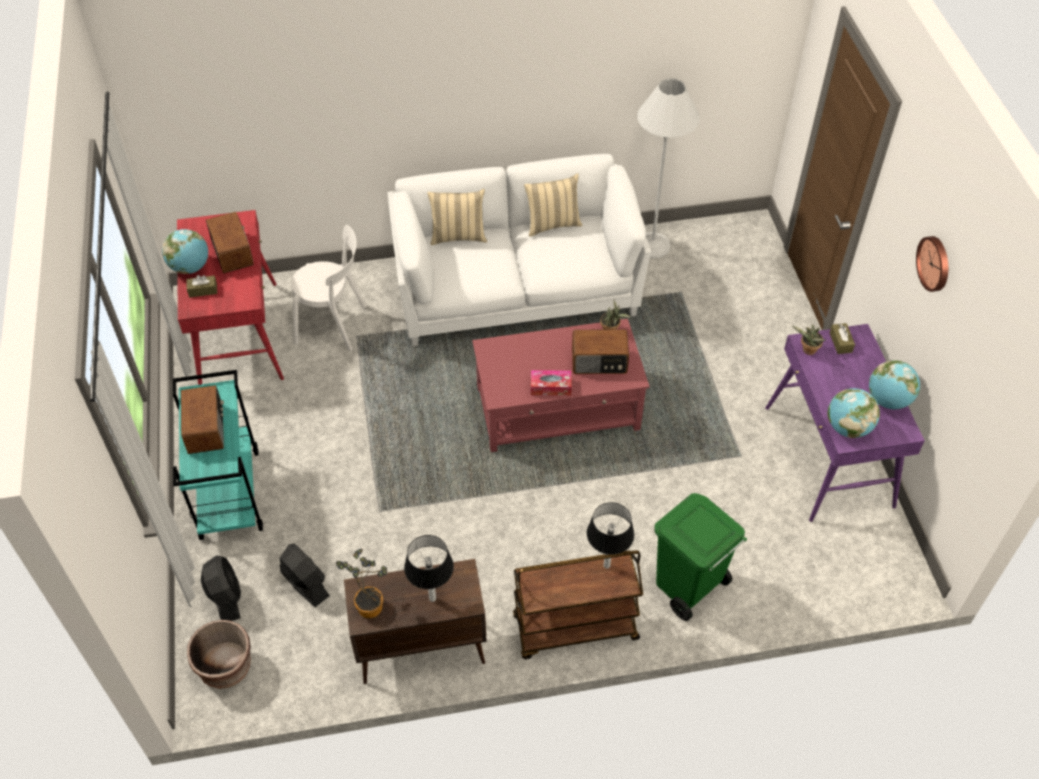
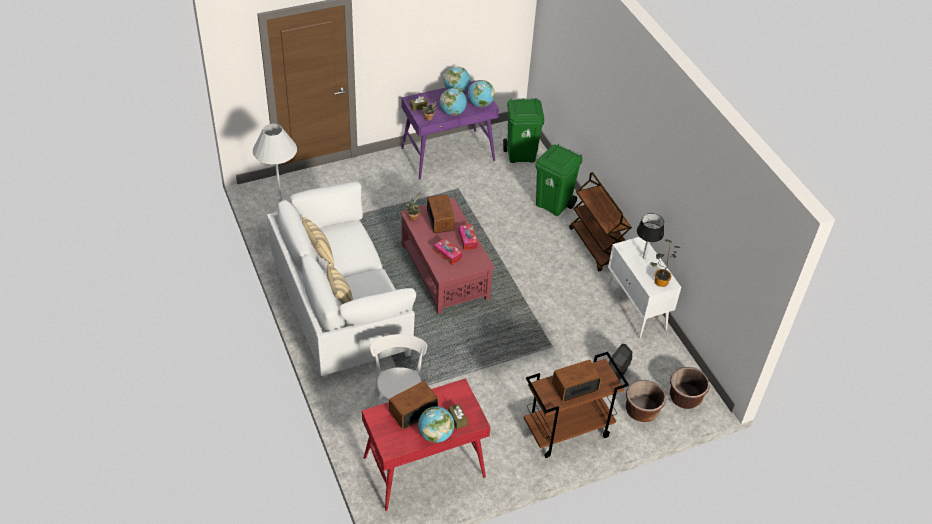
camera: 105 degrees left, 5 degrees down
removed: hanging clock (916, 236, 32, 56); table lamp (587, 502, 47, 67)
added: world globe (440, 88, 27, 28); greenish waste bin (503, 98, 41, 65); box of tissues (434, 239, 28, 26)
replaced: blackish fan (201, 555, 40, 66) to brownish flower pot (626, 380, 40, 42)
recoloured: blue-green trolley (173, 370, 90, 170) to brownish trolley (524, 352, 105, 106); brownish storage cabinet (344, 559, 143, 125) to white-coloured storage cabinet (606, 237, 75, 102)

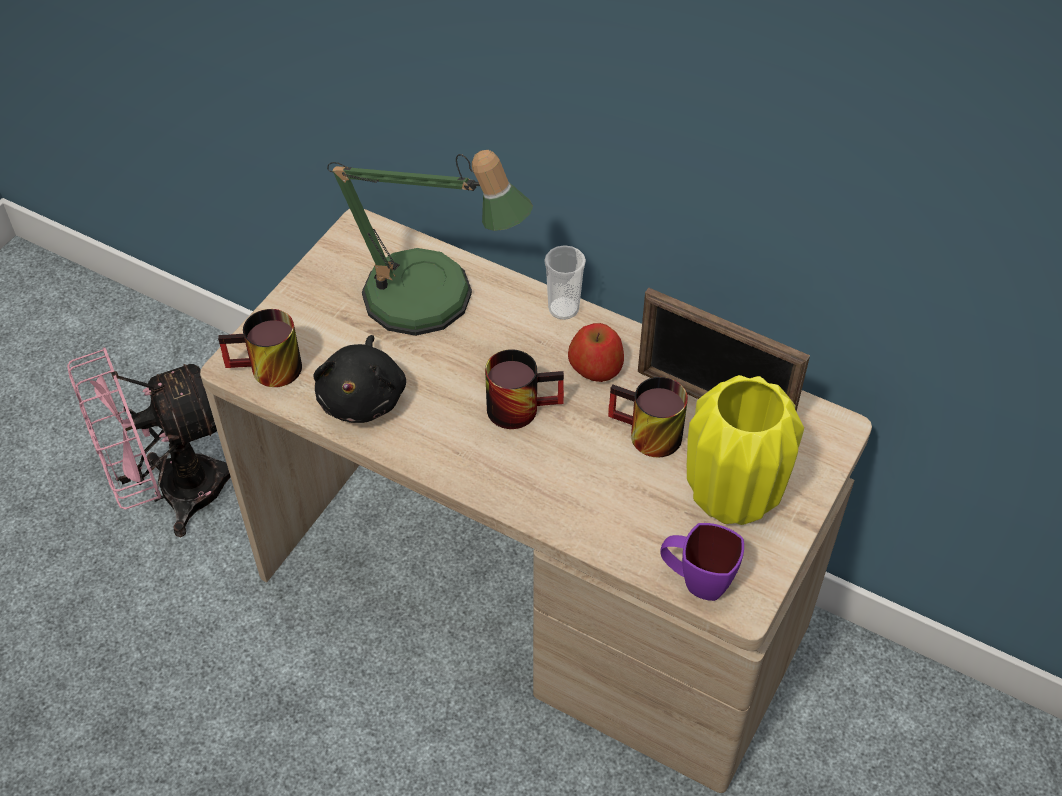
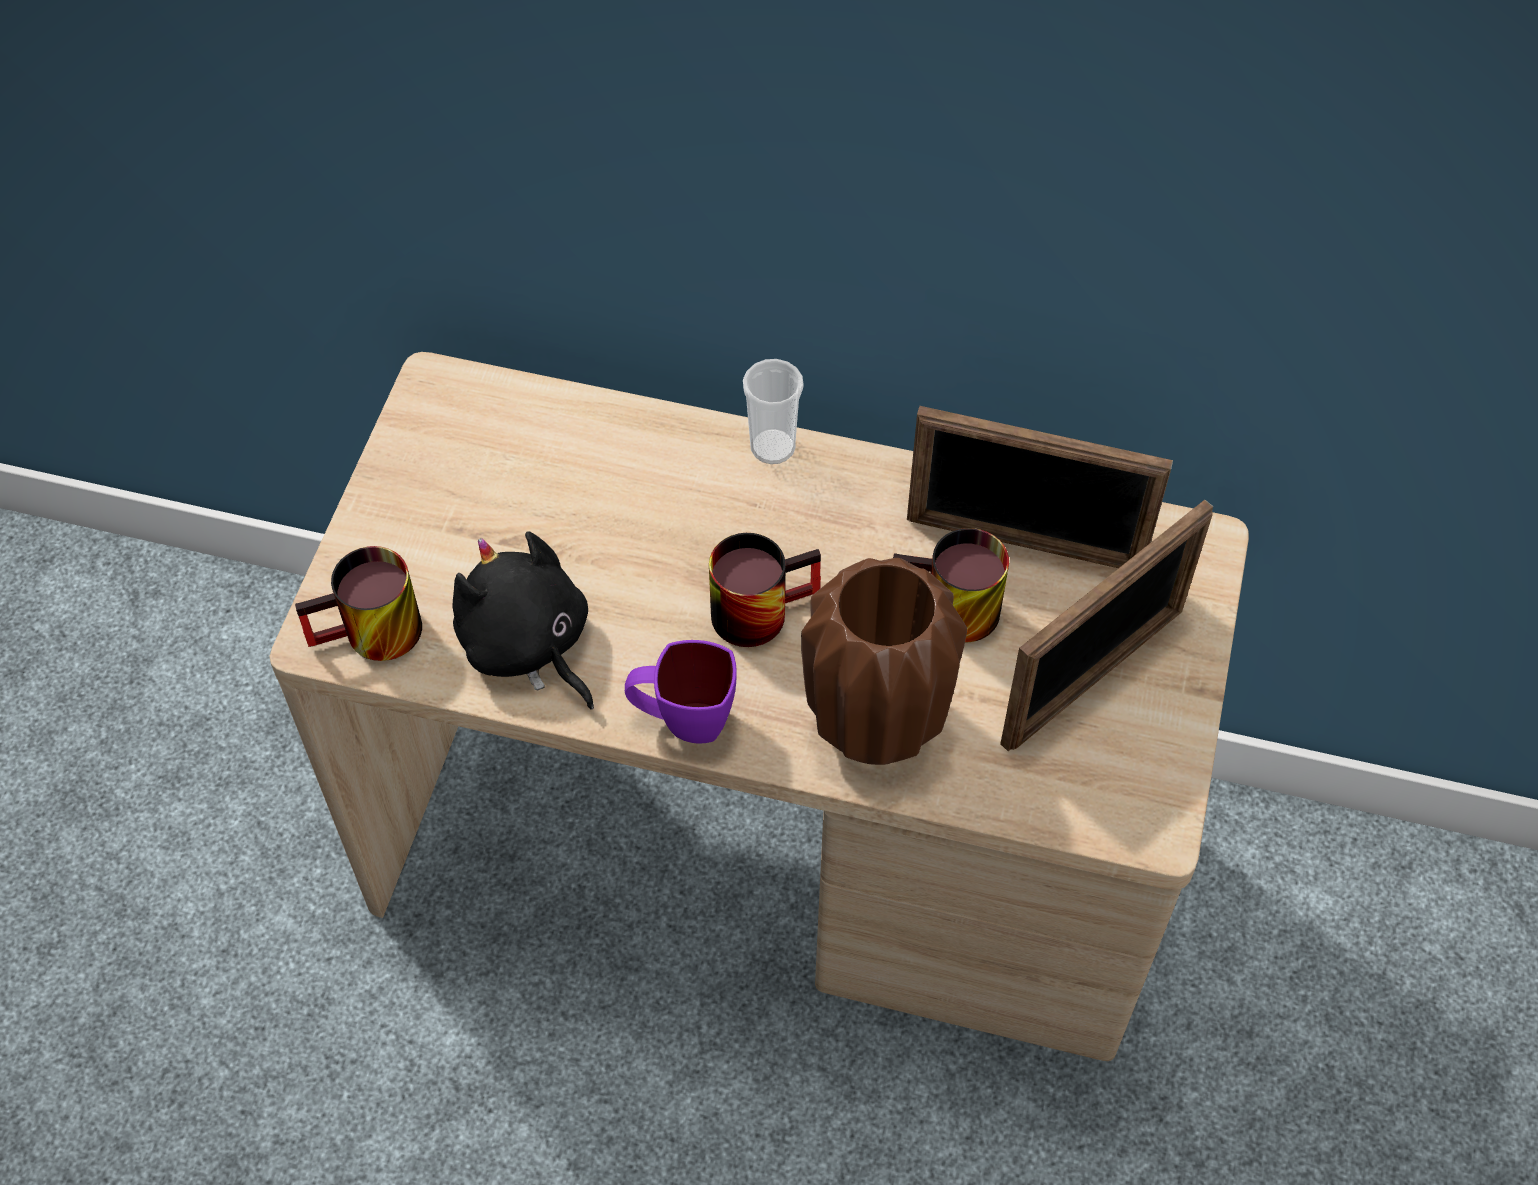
camera: 15 degrees left, 5 degrees up
removed: table lamp (327, 150, 206, 186); apple (568, 323, 56, 59); pink fan (67, 347, 164, 190)
added: brownish vase (801, 558, 166, 207)
moved: purplish tea mug (660, 523, 84, 78) to (625, 640, 112, 103)
replaced: yellowish vase (687, 375, 117, 150) to photo frame (1000, 500, 213, 251)
turned: blackish soft toy (313, 335, 93, 88) = (453, 531, 141, 179) 150 degrees clockwise

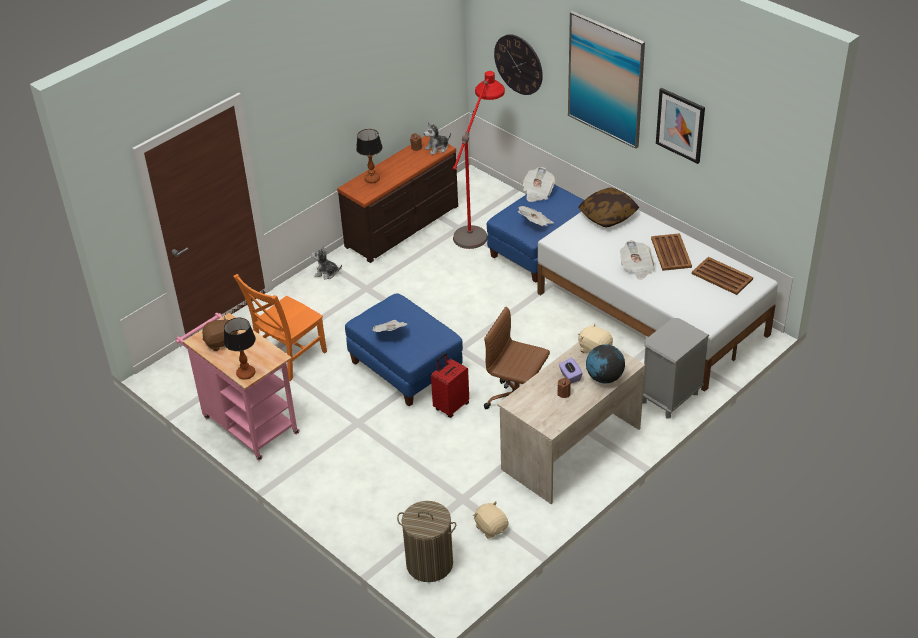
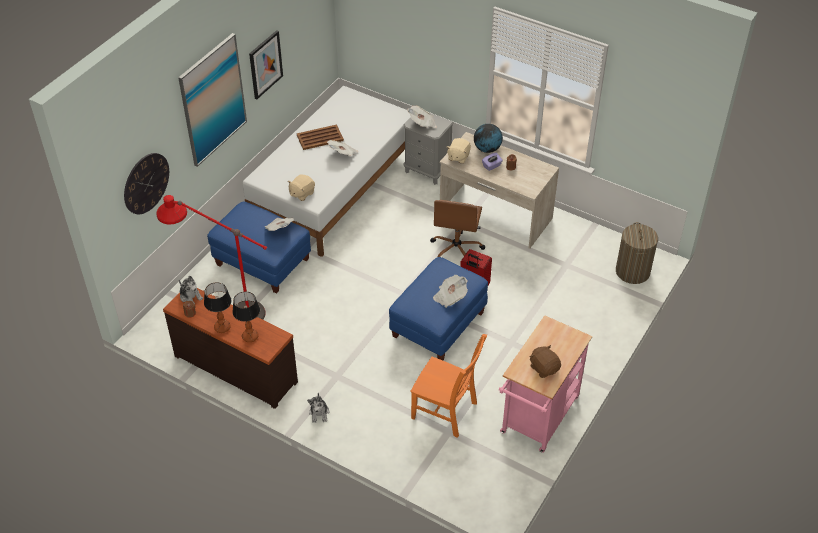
camera: 105 degrees left, 5 degrees up
removed: pillow (578, 187, 61, 40); brownish carrying tray (692, 257, 61, 38)
moved: newspaper (522, 167, 33, 35) to (407, 106, 30, 22); table lamp (224, 318, 32, 62) to (204, 282, 27, 51); beige-coloured soft toy (473, 501, 36, 37) to (288, 174, 27, 27)

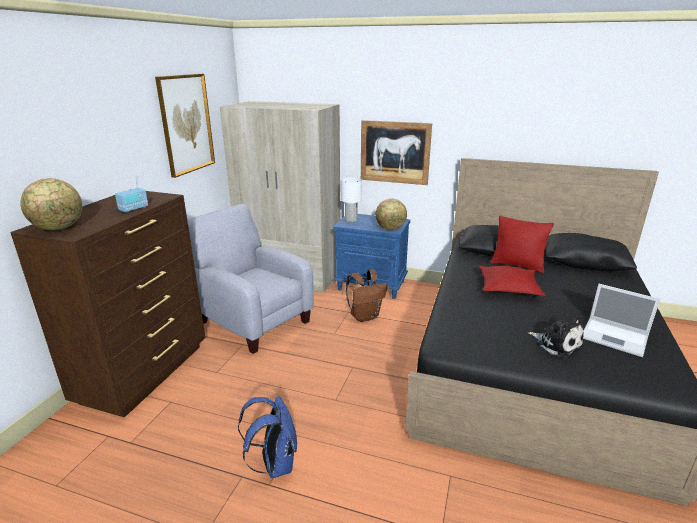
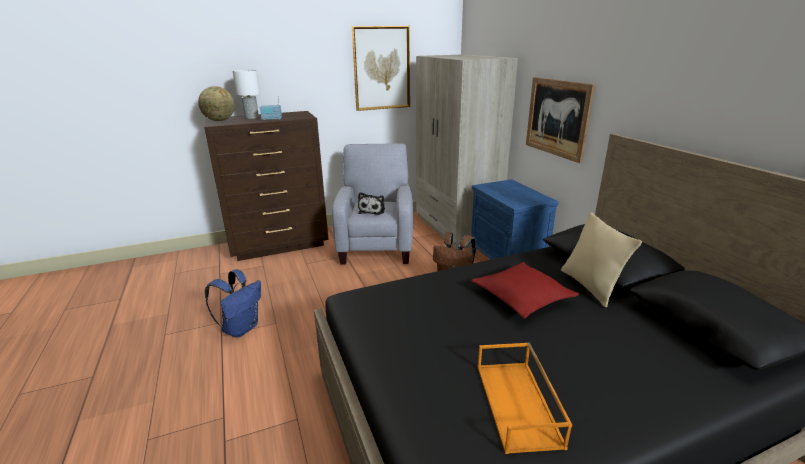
camera: 50 degrees right, 0 degrees up
removed: world globe (375, 199, 32, 31)
moved: white-coloured table lamp (341, 177, 21, 45) to (233, 70, 27, 49); soft toy (528, 316, 56, 42) to (358, 192, 27, 23)
replaced: portable computer (583, 284, 77, 73) to orange-coloured carrying tray (478, 342, 94, 112)
recoloured: red-coloured pillow (490, 215, 64, 58) to beige-coloured pillow (561, 212, 81, 96)

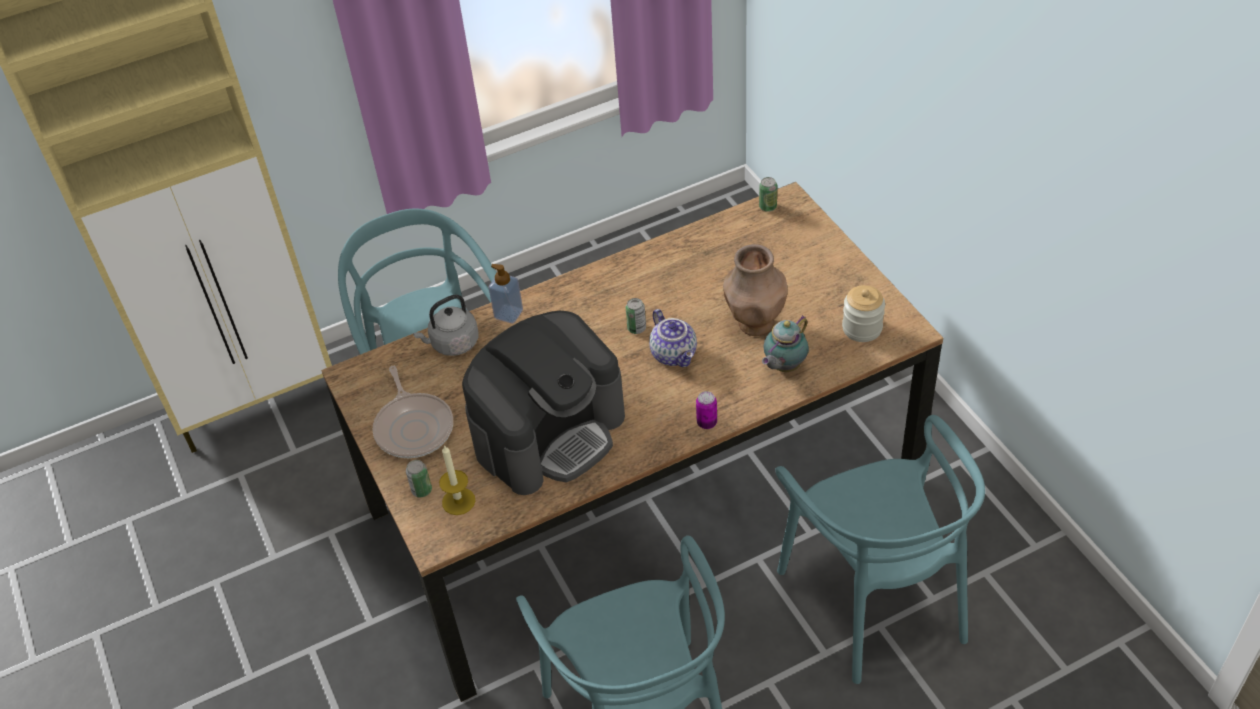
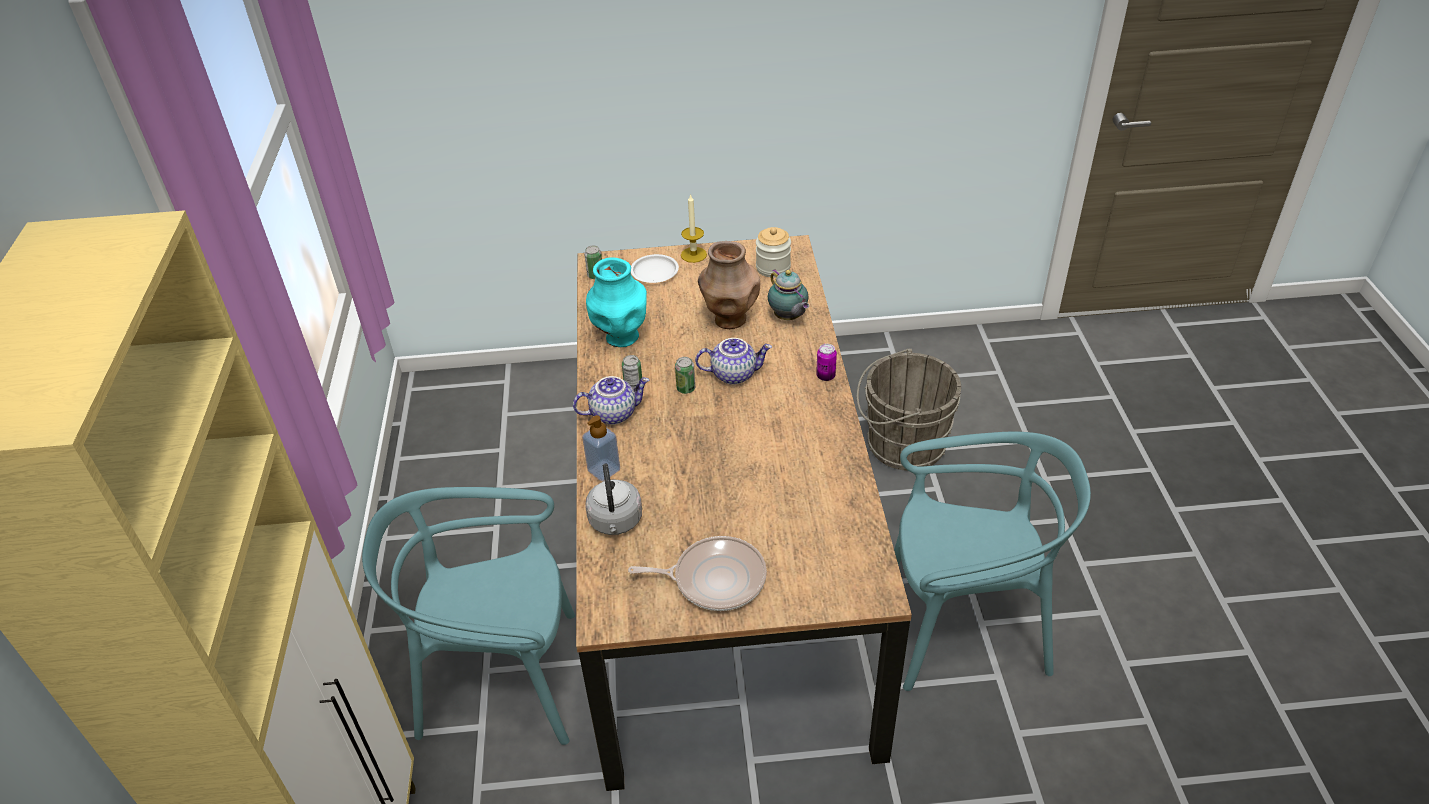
camera: 70 degrees left, 5 degrees down
removed: coffee brewer (462, 311, 163, 184)
added: white-coloured dinner plate (631, 254, 48, 29); blue-green vase (586, 257, 61, 90); tea pot (573, 376, 76, 49)
moved: candle (439, 445, 36, 70) to (681, 194, 26, 69); sealed can (406, 460, 26, 37) to (622, 355, 20, 33)
replaced: blue-green plain chair (775, 415, 210, 269) to gray pail (857, 349, 104, 122)

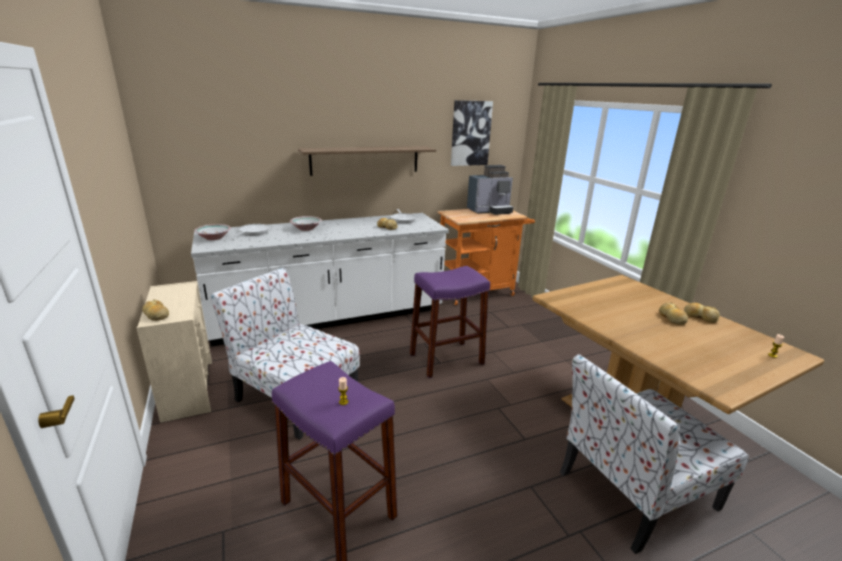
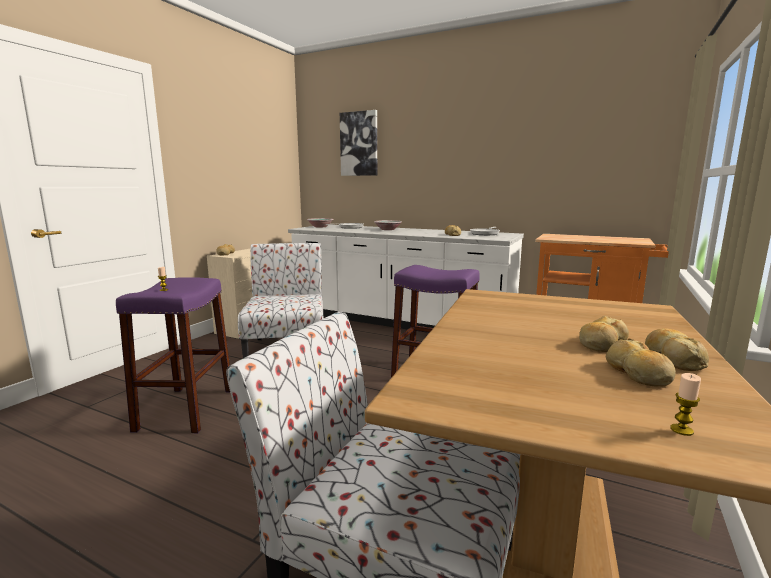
camera: 50 degrees right, 10 degrees down
removed: shelf (298, 146, 138, 30); coffee brewer (467, 165, 46, 50)
added: bread (606, 338, 70, 49)
moved: wall art (451, 100, 42, 66) to (340, 110, 37, 66)

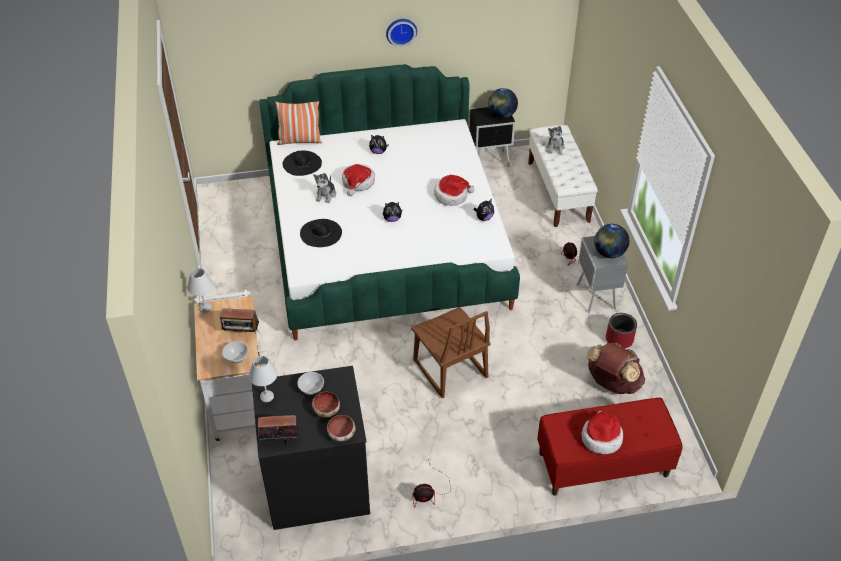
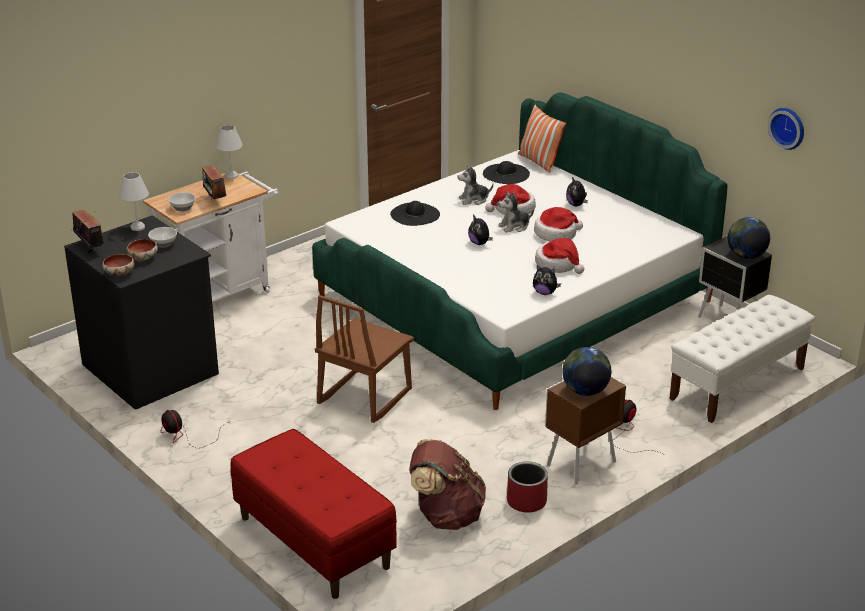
camera: 60 degrees right, 15 degrees down
moved: hanging clock (386, 19, 31, 28) to (768, 108, 36, 42); soft toy (546, 126, 19, 29) to (498, 191, 36, 42); clothing hat (582, 411, 41, 43) to (534, 207, 49, 34)
recoloured: gray night table (576, 236, 52, 77) to brownish night table (545, 377, 81, 107)

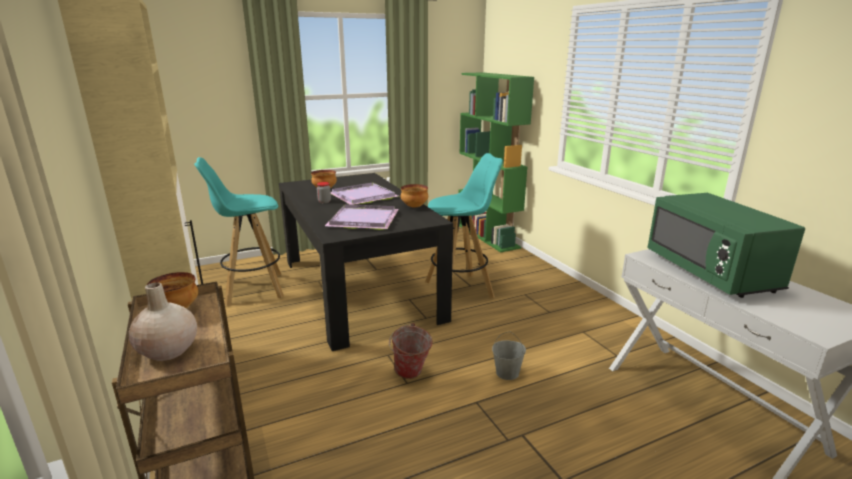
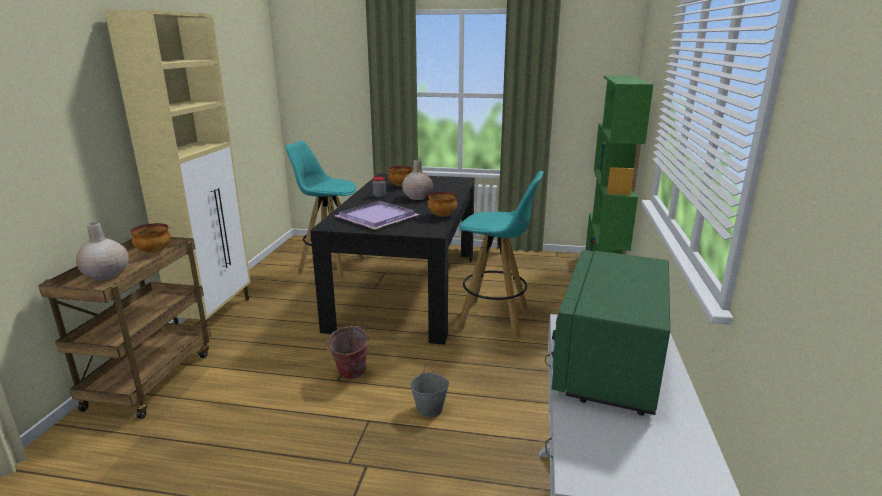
camera: 35 degrees right, 0 degrees up
replaced: purplish carrying tray (331, 182, 67, 23) to beige-coloured vase (402, 159, 31, 41)

